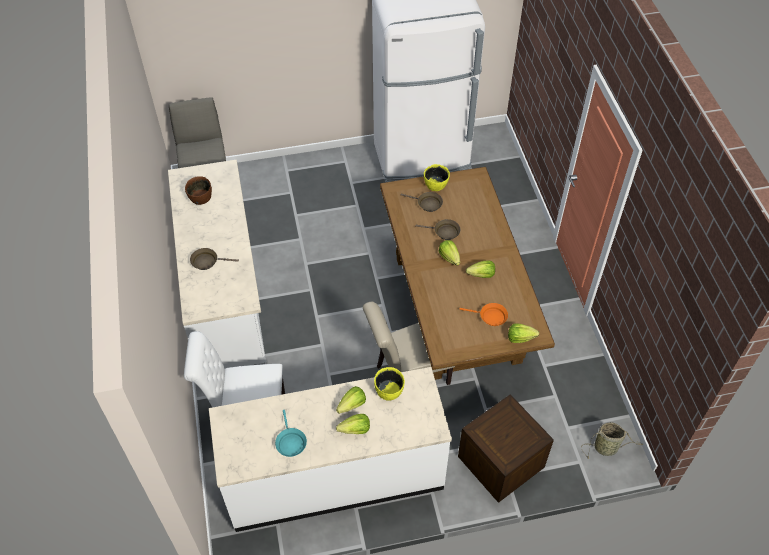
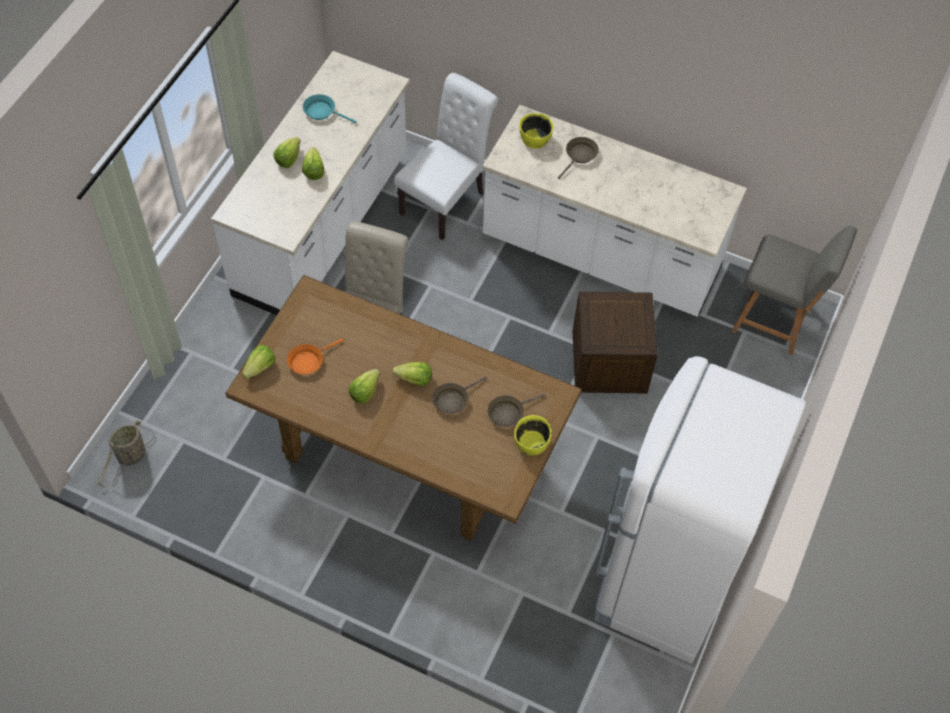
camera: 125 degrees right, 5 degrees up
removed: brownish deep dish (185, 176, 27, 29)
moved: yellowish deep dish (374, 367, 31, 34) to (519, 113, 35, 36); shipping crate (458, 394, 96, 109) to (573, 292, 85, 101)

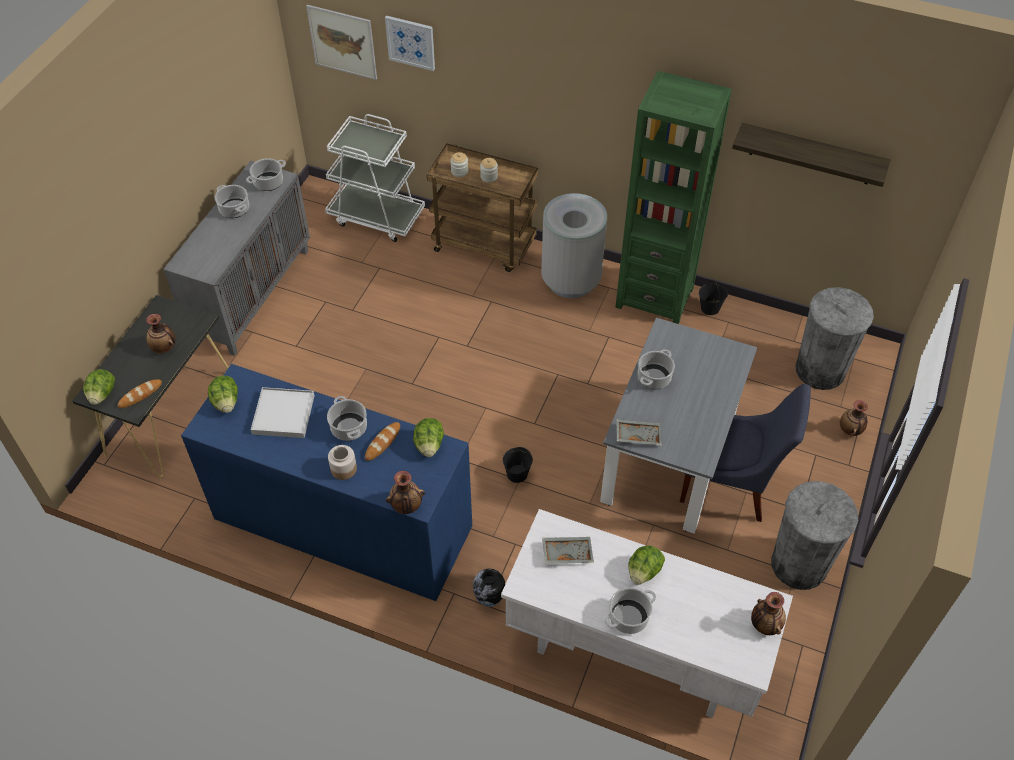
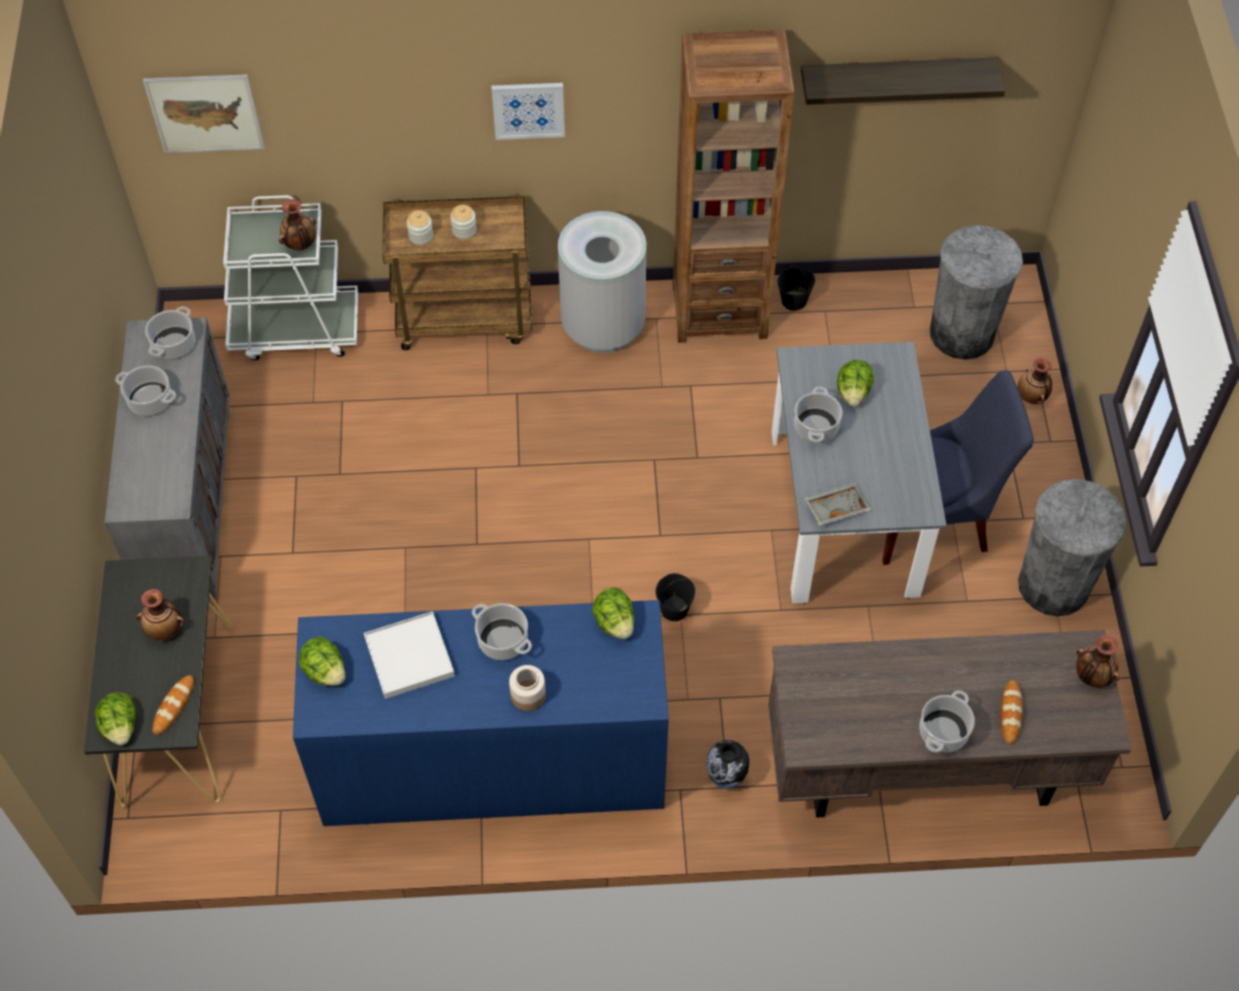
camera: 25 degrees left, 5 degrees up
removed: gray carrying tray (542, 537, 52, 27)
moved: wall art (385, 16, 50, 55) to (492, 83, 73, 57); bread (365, 422, 35, 39) to (1000, 680, 23, 65); vase (386, 471, 39, 43) to (279, 199, 37, 51); head of lettuce (628, 545, 37, 40) to (837, 360, 37, 46)
recoloured: greenish bookshelf (615, 71, 117, 253) to brownish bookshelf (673, 30, 121, 313); white-coloured desk table (501, 509, 292, 209) to brownish desk table (768, 630, 364, 188)

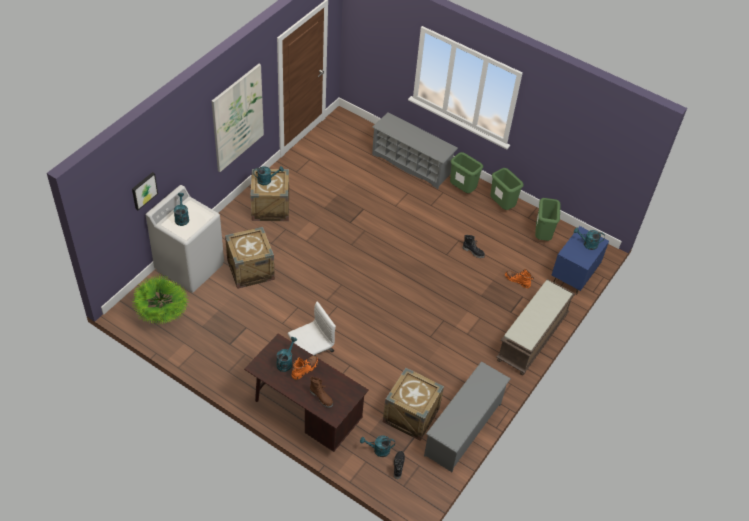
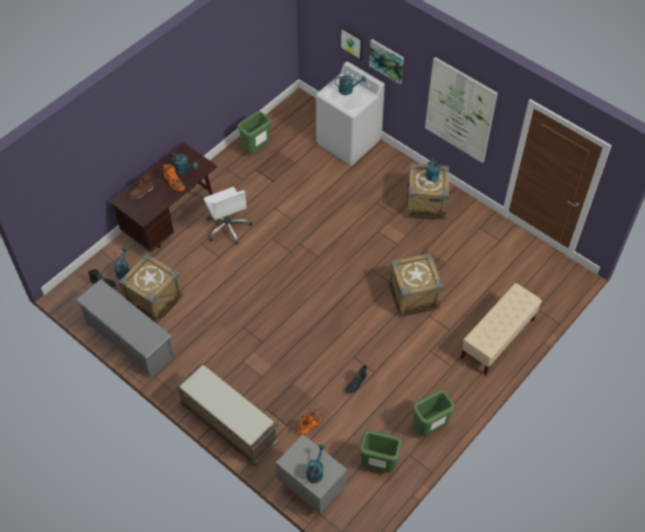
camera: 100 degrees right, 5 degrees up
removed: plant in a pot (132, 274, 57, 51)
added: wall art (369, 39, 35, 45)
moved: greenish waste bin (450, 152, 33, 41) to (237, 111, 34, 43); shipping crate (225, 227, 50, 62) to (389, 253, 54, 64)
replaced: gray shoe stand (372, 112, 86, 77) to beige-coloured long seat (461, 283, 81, 92)
recoloured: blue night table (552, 226, 57, 69) to gray night table (276, 434, 71, 80)

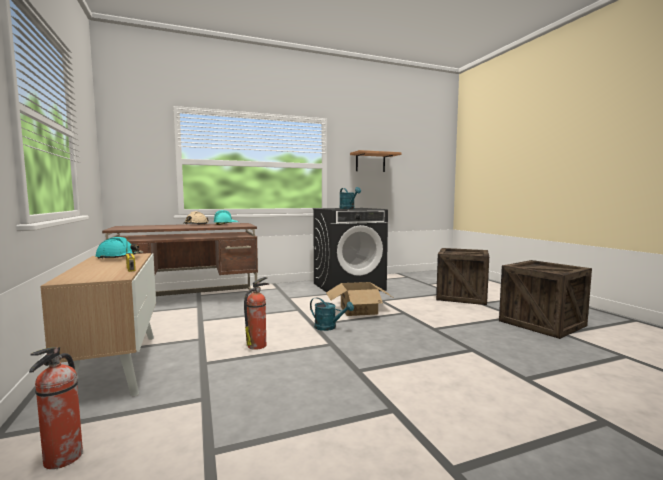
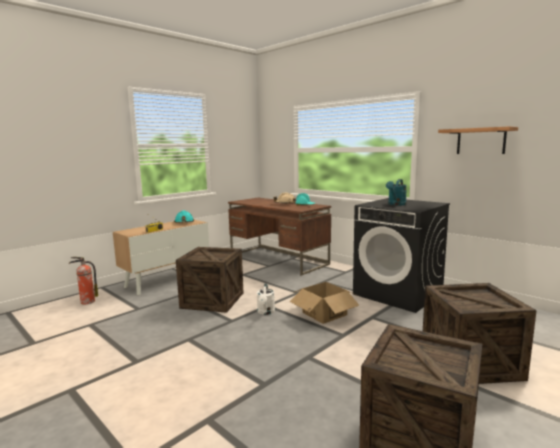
camera: 65 degrees right, 5 degrees up
replaced: fire-fighting cylinder (244, 277, 25, 73) to shipping crate (176, 247, 67, 66)
recoloured: blue-green watering can (310, 297, 44, 34) to white-coloured watering can (257, 283, 18, 32)

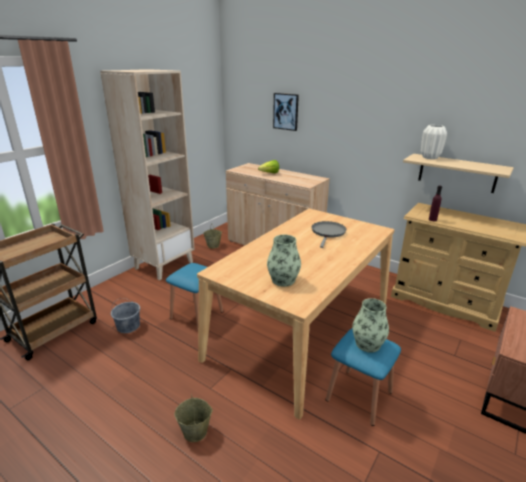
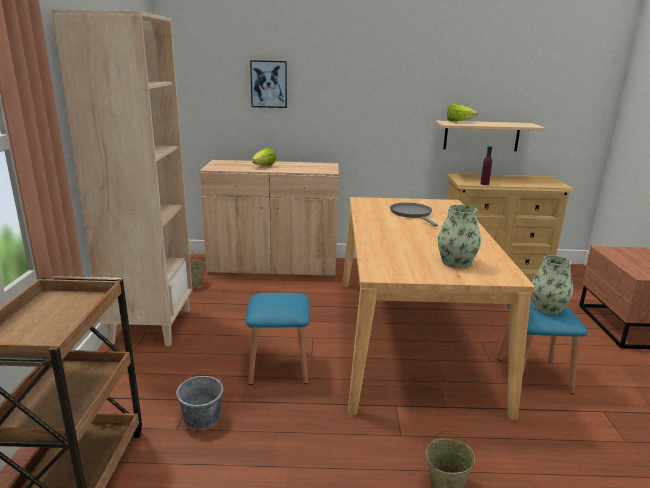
camera: 35 degrees left, 5 degrees down
replaced: white-coloured vase (421, 125, 26, 34) to head of lettuce (447, 103, 31, 19)

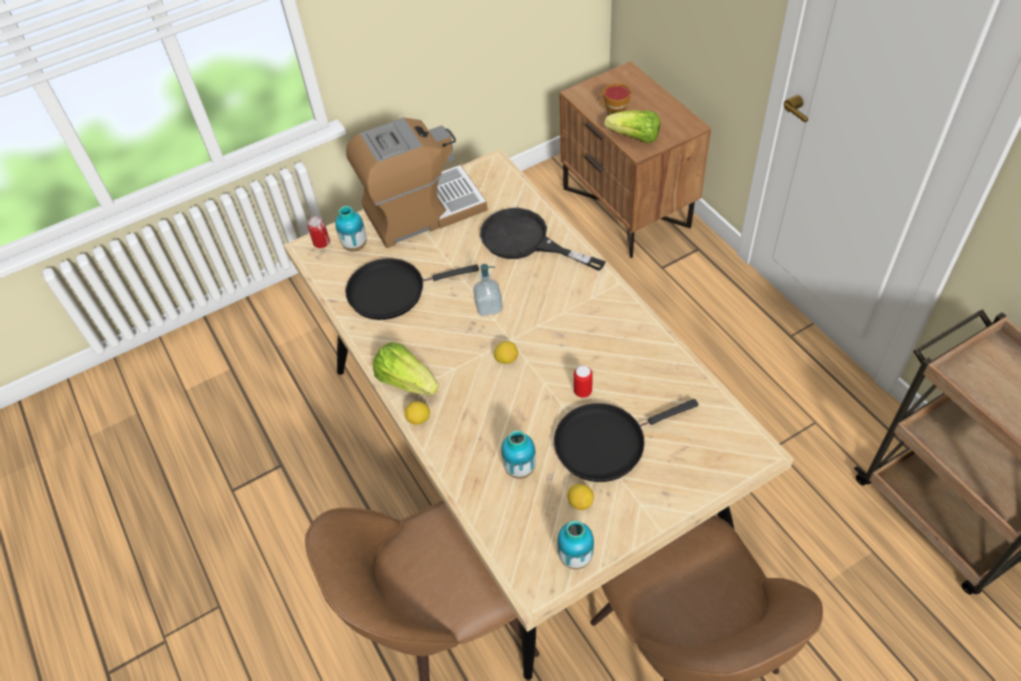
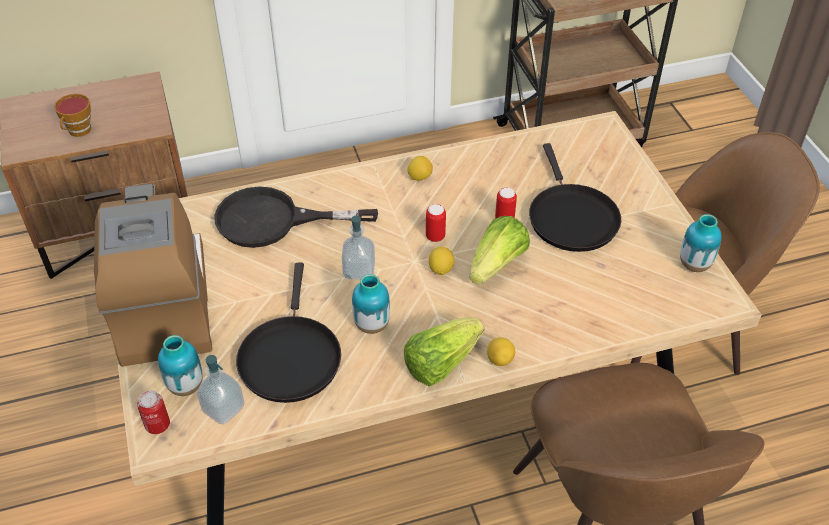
camera: 80 degrees left, 5 degrees down
added: sealed can (426, 204, 20, 38); liquid soap bottle (197, 355, 47, 69)
moved: head of lettuce (604, 110, 56, 33) to (469, 216, 61, 69); vase (502, 430, 34, 49) to (352, 274, 38, 60); lemon (567, 484, 27, 26) to (407, 156, 26, 25)
turned: blackish frying pan (480, 208, 126, 63) = (214, 186, 164, 62) 45 degrees clockwise

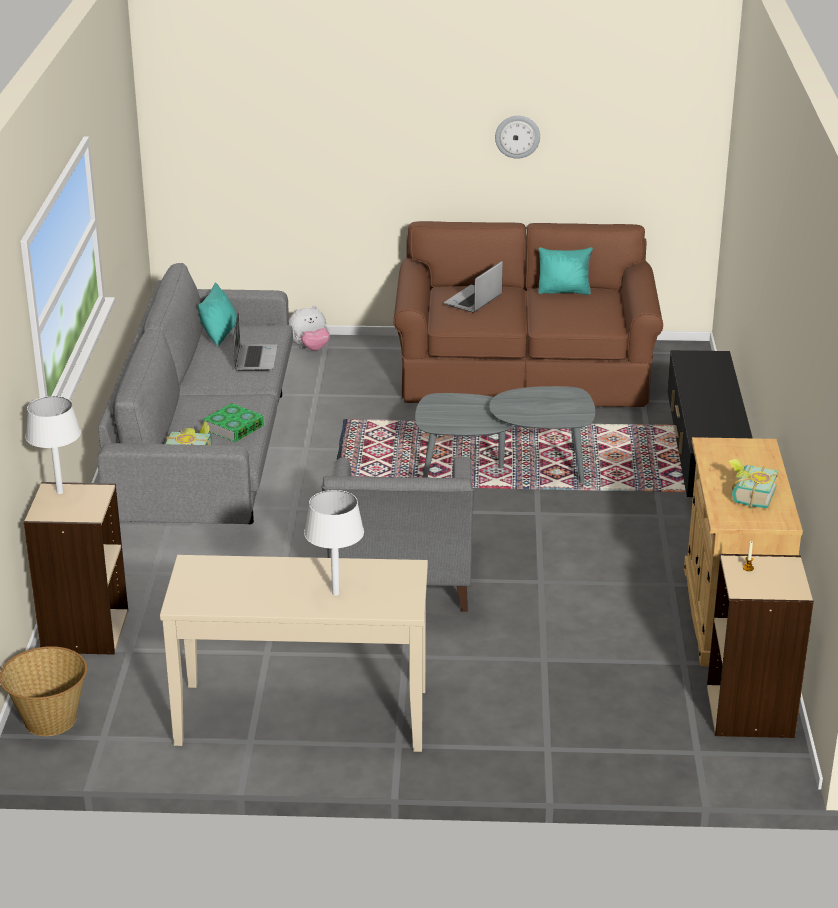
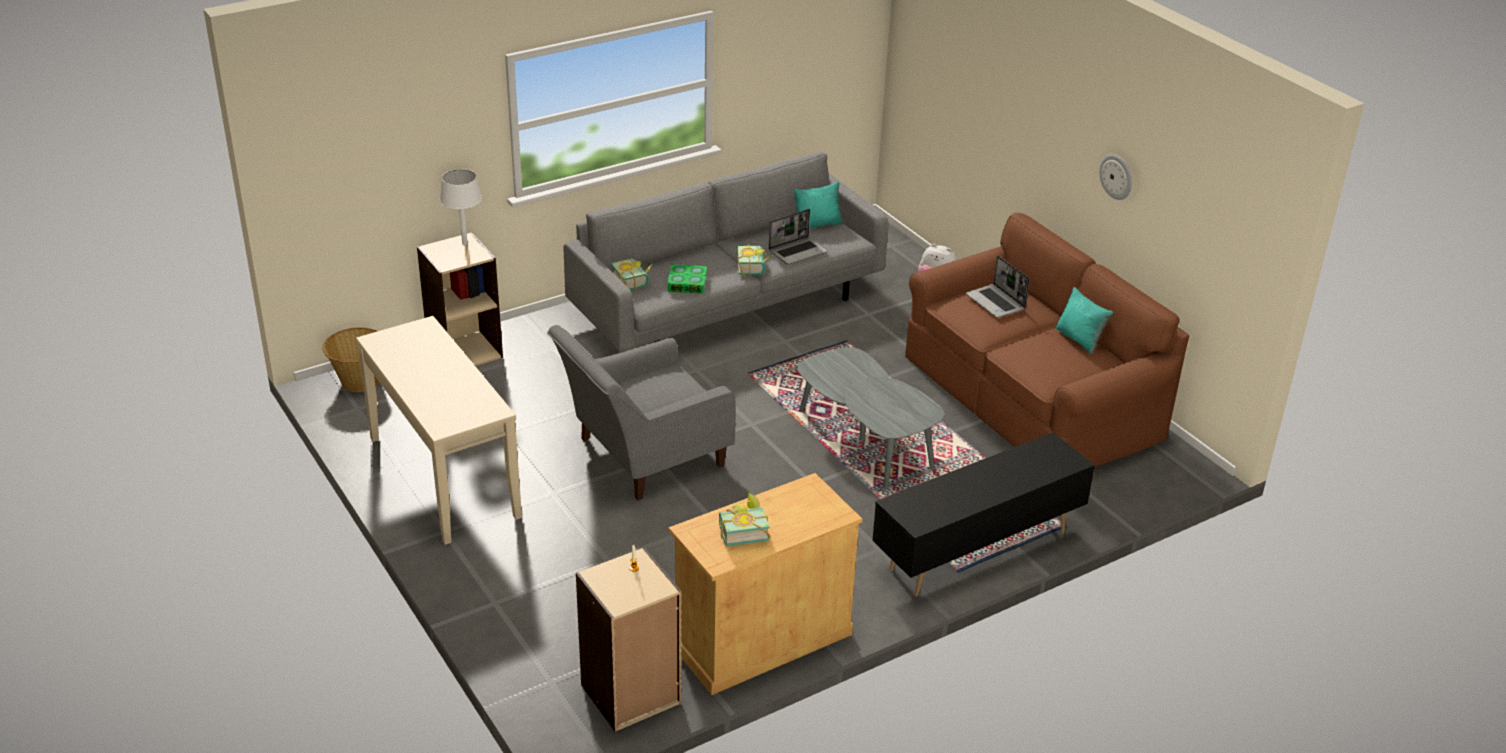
camera: 55 degrees right, 5 degrees up
removed: white-coloured table lamp (304, 490, 60, 106)
added: book (737, 244, 37, 33)
turned: portable computer (444, 261, 59, 52) = (966, 255, 64, 63) 120 degrees counterclockwise

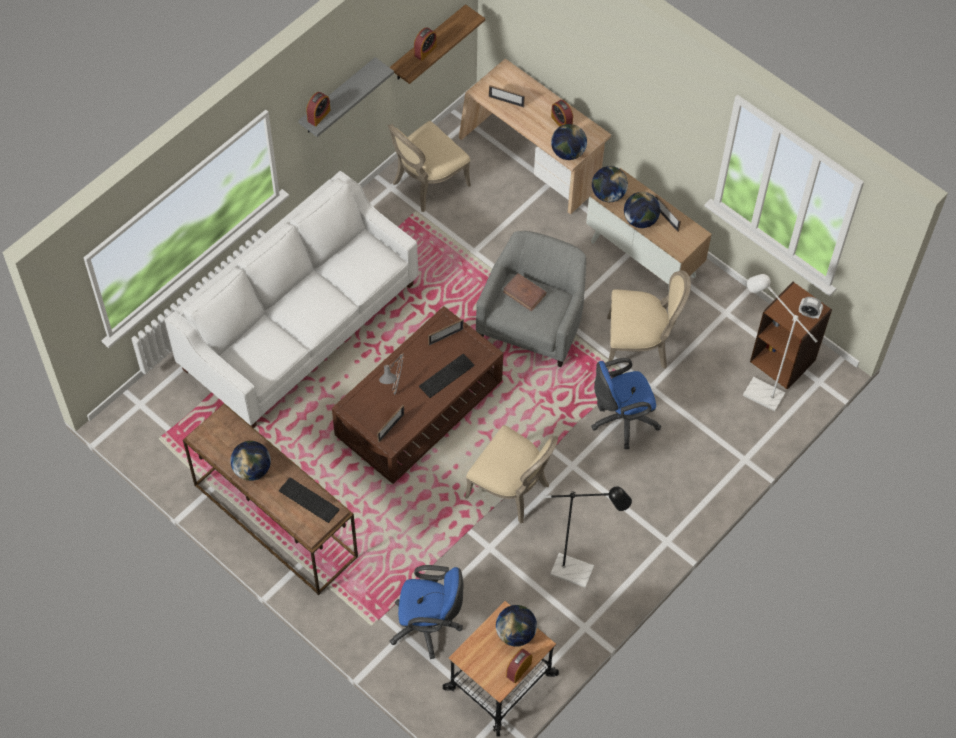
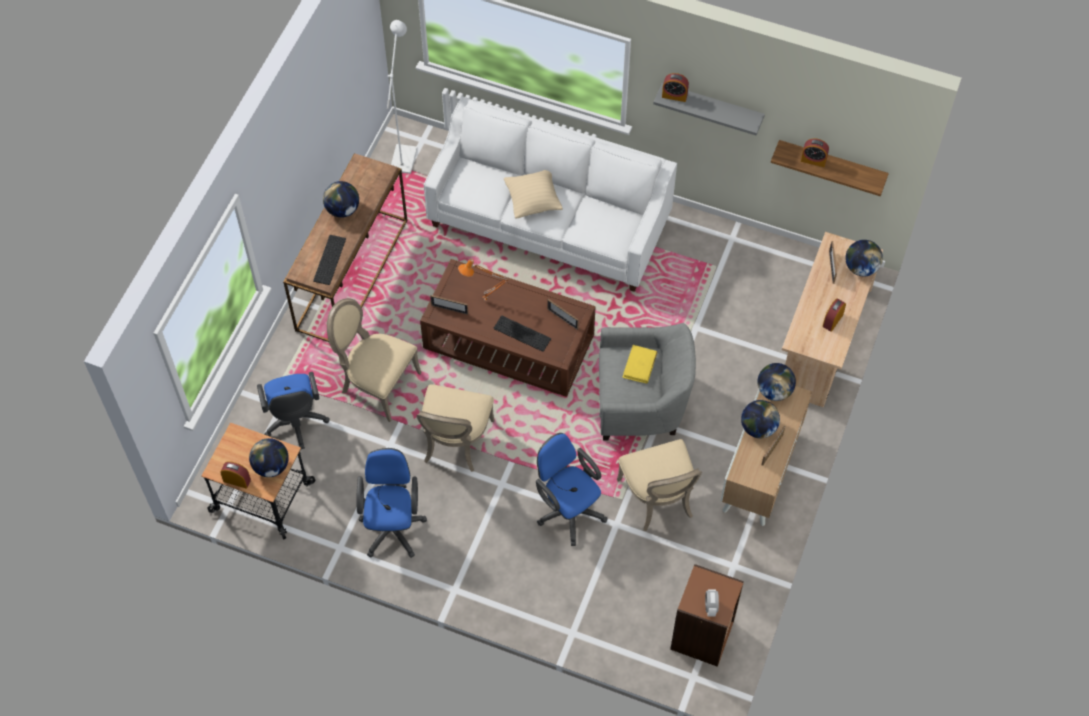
camera: 70 degrees right, 0 degrees up
added: beige-coloured pillow (504, 170, 59, 48)
moved: beige-coloured plain chair (388, 121, 83, 91) to (327, 298, 95, 124); world globe (551, 124, 36, 36) to (845, 240, 38, 36); white-coloured standing lamp (743, 274, 74, 137) to (387, 20, 30, 154)
replaced: blackish standing lamp (544, 486, 88, 102) to blue computer chair (356, 448, 71, 110)
recoloured: brownish book (503, 273, 44, 38) to yellowish book (622, 345, 36, 39); gray table lamp (379, 353, 25, 43) to orange-coloured table lamp (458, 259, 51, 42)

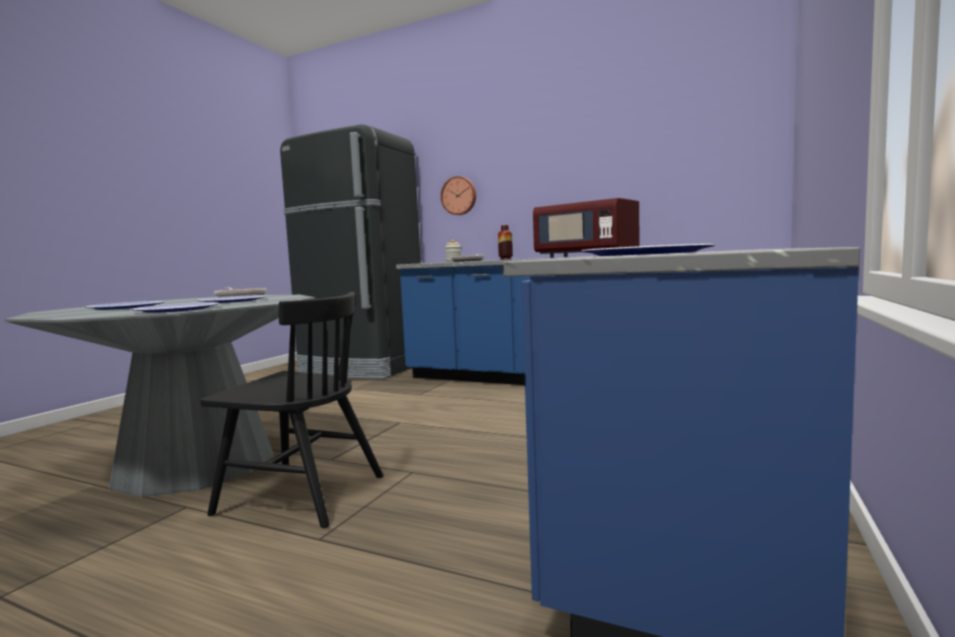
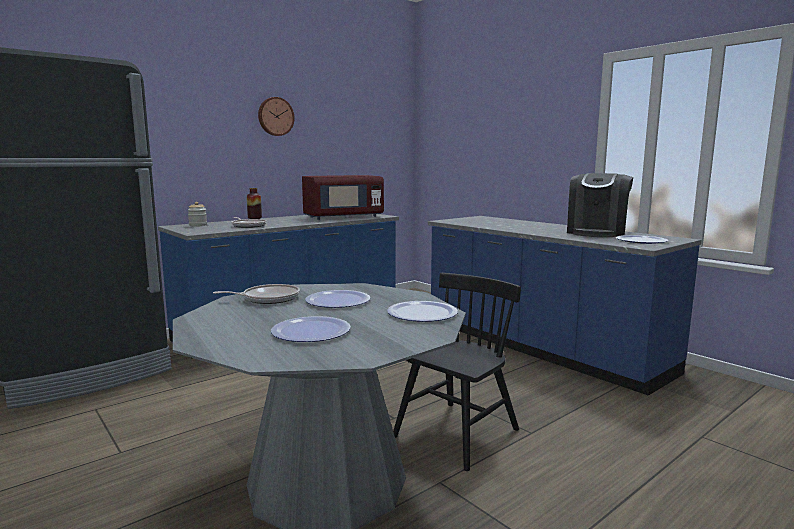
camera: 65 degrees left, 5 degrees up
added: coffee brewer (567, 173, 66, 64)
moved: hanging clock (441, 176, 35, 39) to (258, 97, 37, 39)

